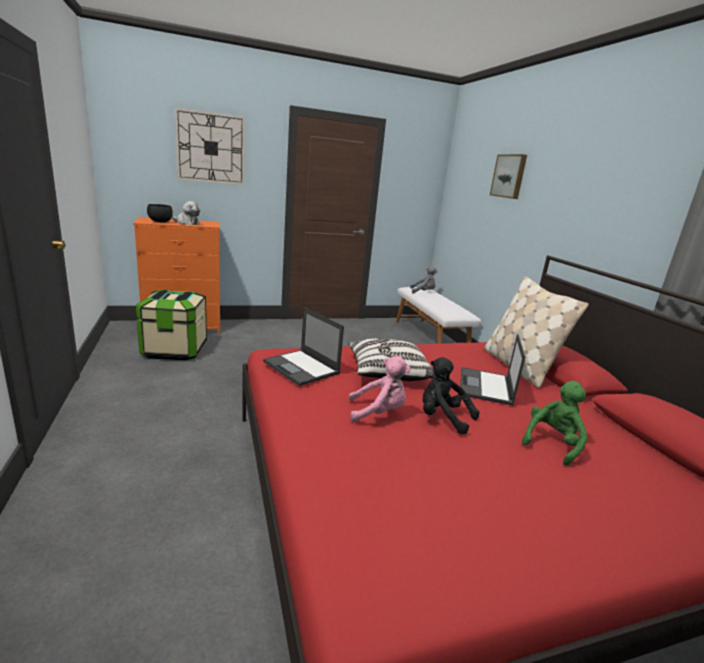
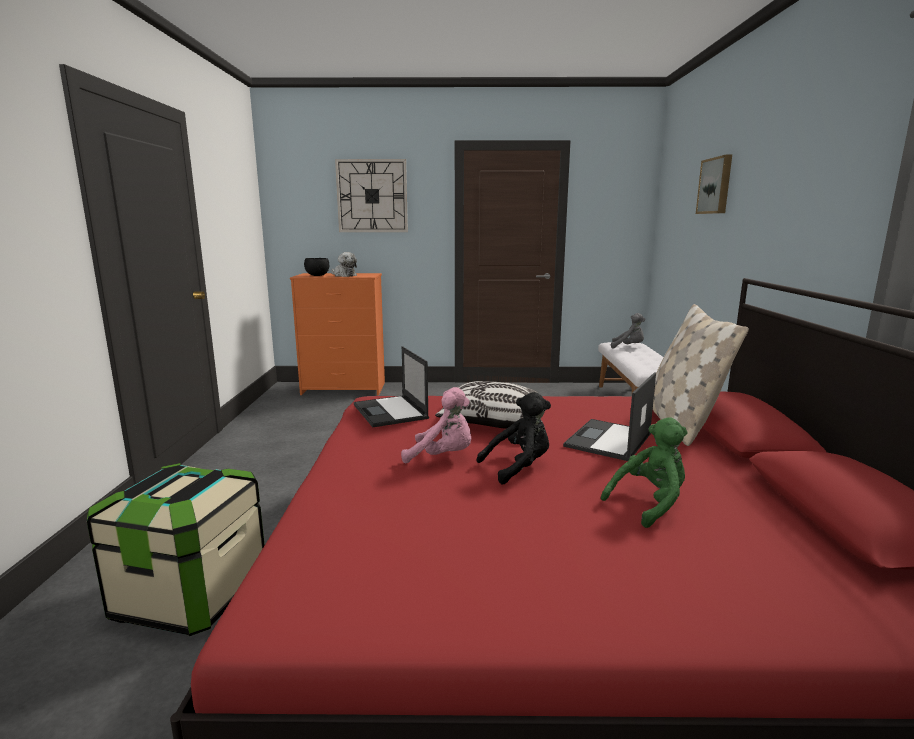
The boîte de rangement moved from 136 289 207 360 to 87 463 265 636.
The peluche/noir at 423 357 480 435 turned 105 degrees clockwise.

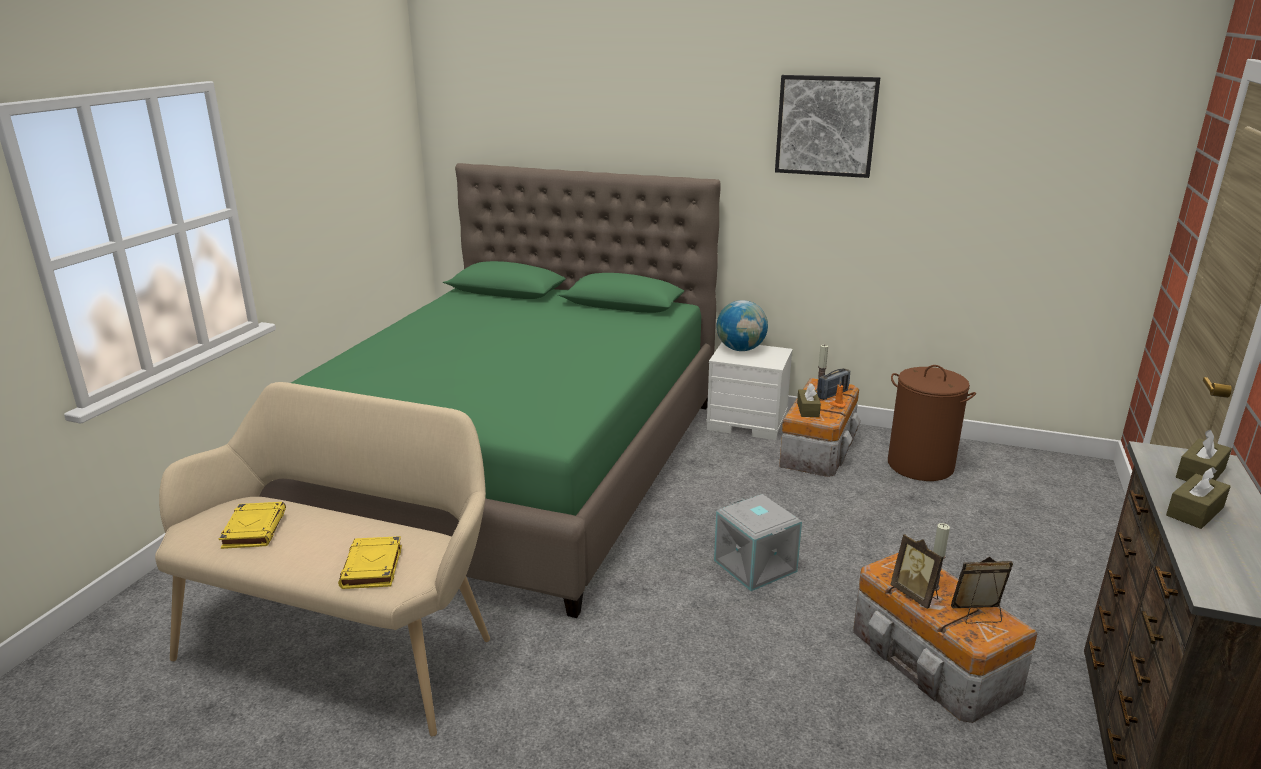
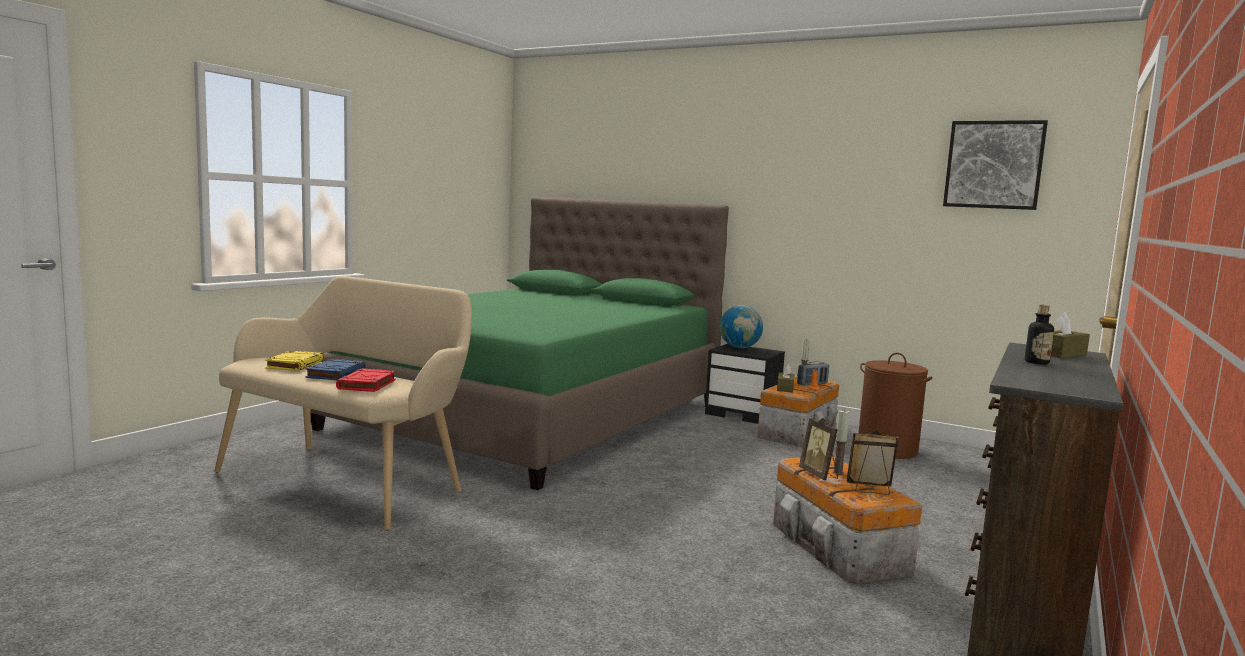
The livre/jaune at 338 536 402 589 became the livre/rouge at 336 368 396 392.
The table de chevet/blanc at 706 342 793 440 became the table de chevet/noir at 705 344 785 424.
The boîte de rangement/gris at 714 494 802 591 disappeared.
The tableau moved from 775 75 880 178 to 943 120 1048 210.
The boîte à mouchoirs/marron at 1166 467 1231 529 was replaced by the bouteille at 1025 305 1054 365.
The livre/bleu at 305 359 366 380 appeared.

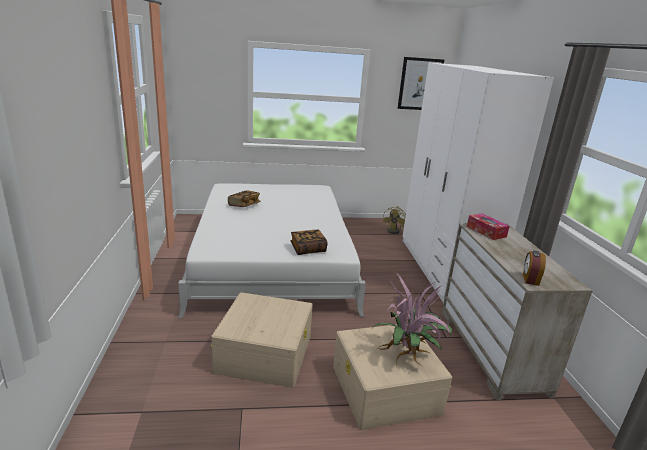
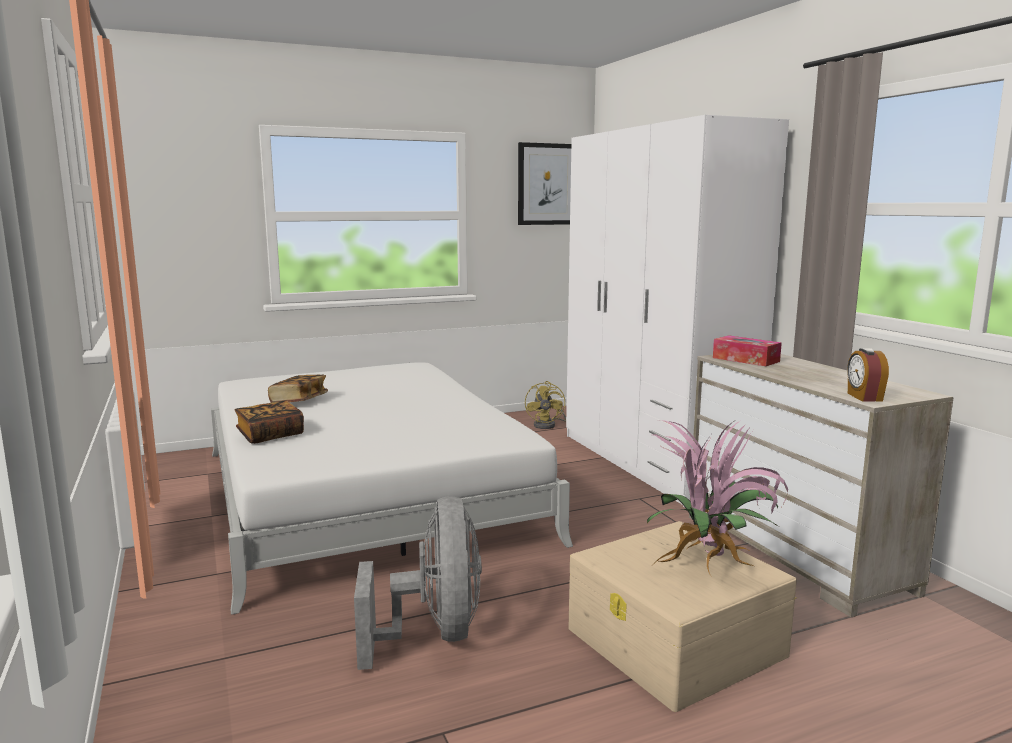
The boîte de rangement/beige at 211 292 313 388 was replaced by the ventilateur/gris at 354 496 482 670.
The livre moved from 291 230 328 255 to 234 401 304 444.

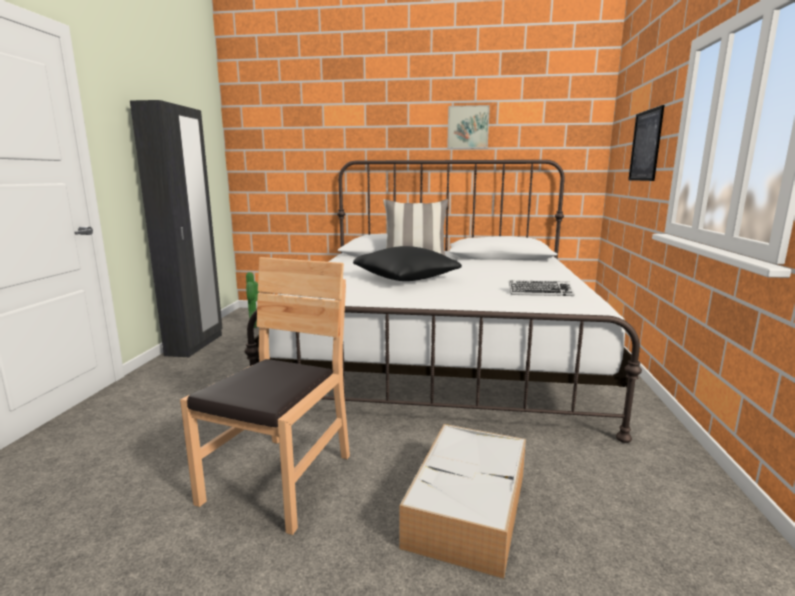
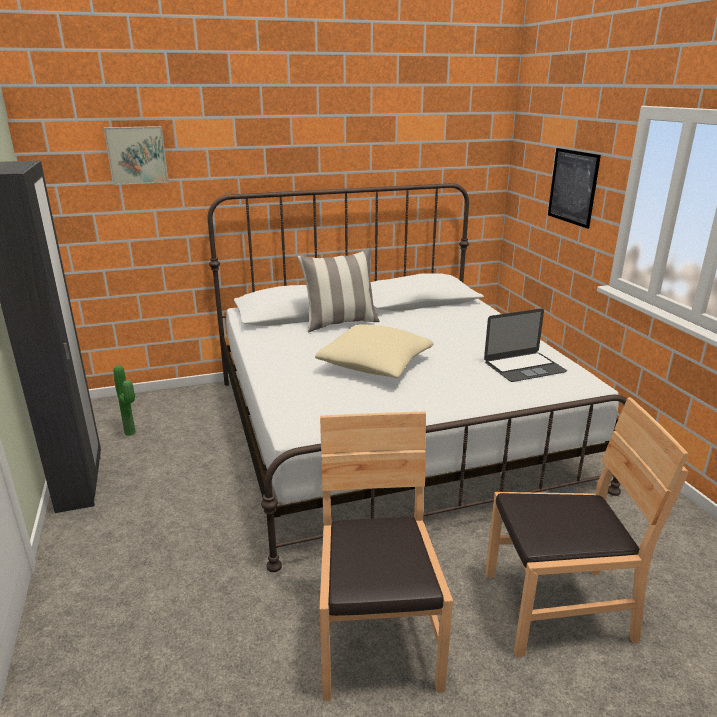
The coussin/noir at 353 246 462 281 became the coussin/beige at 315 324 434 378.
The boîte de rangement at 400 424 526 579 was replaced by the chaise/marron at 485 397 689 657.
The tableau moved from 447 105 490 149 to 104 126 169 185.
The clavier at 509 280 575 296 was replaced by the ordinateur portable at 484 309 567 382.

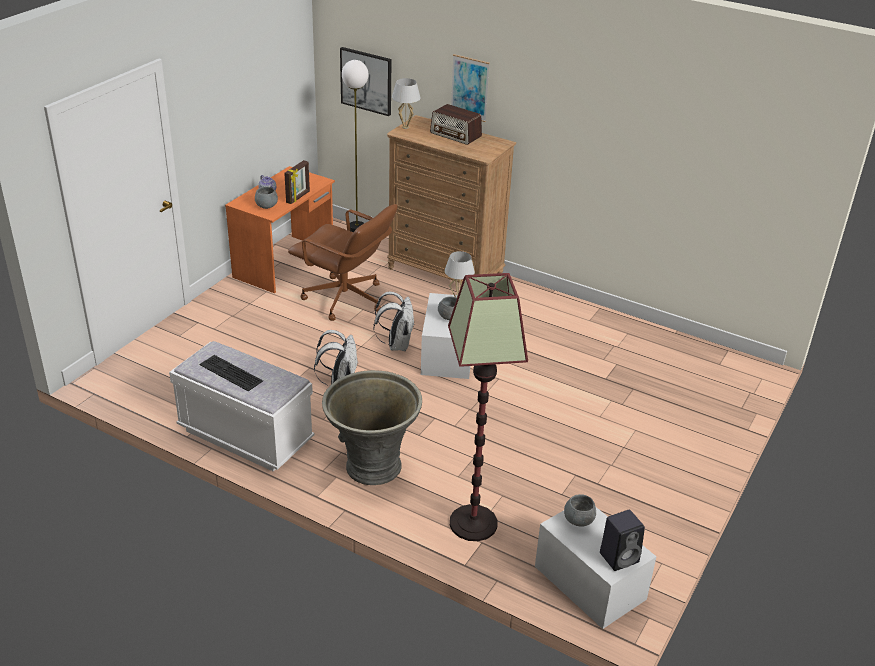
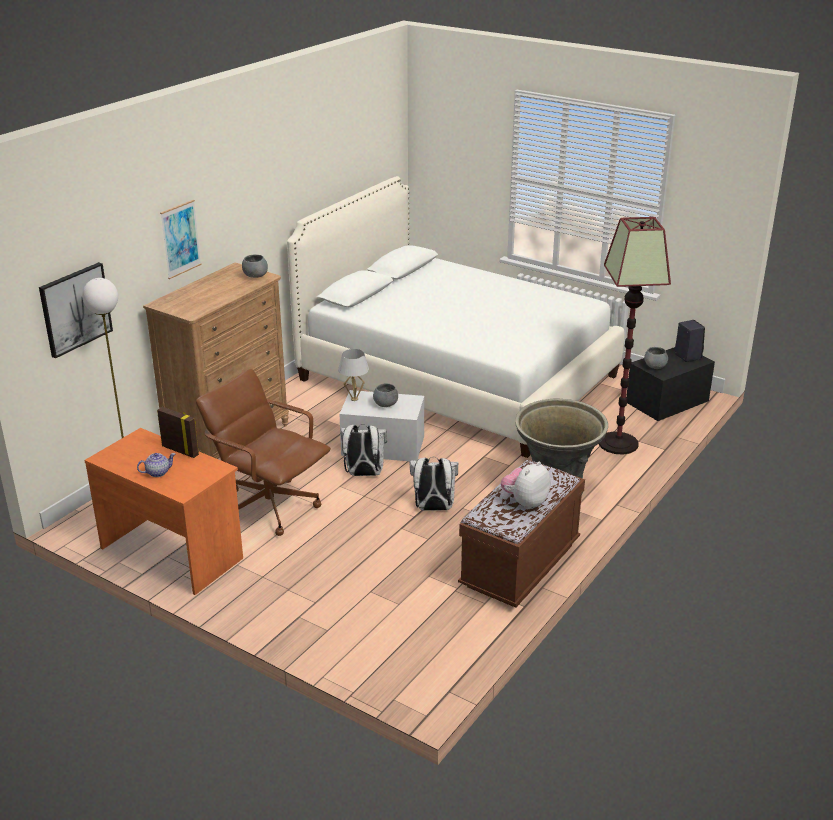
The banc/blanc at 169 341 315 472 became the banc/marron at 458 460 585 608.
The clavier at 199 355 263 391 was replaced by the peluche at 501 461 550 509.
The bol/gris moved from 255 187 278 209 to 242 255 268 278.
The chaise de bureau/marron at 288 204 398 321 turned 90 degrees counterclockwise.
The lampe de table/blanc at 392 78 421 129 disappeared.
The radio at 430 104 482 145 disappeared.
The boîte de rangement/blanc at 535 506 657 629 became the boîte de rangement/noir at 626 347 715 421.
The lit/blanc at 287 176 624 458 appeared.

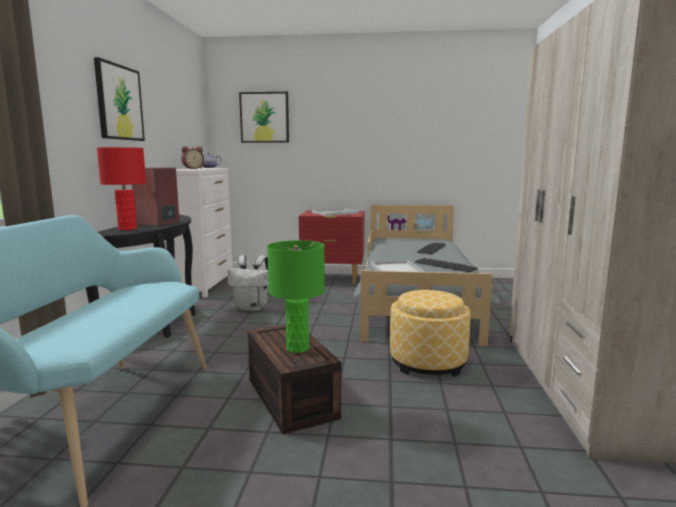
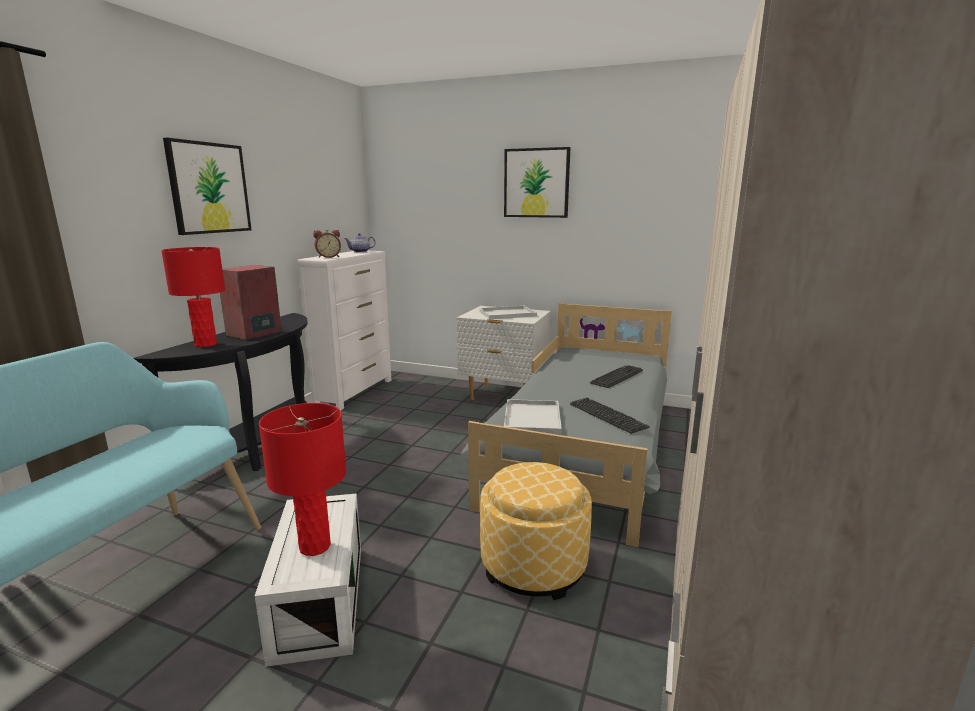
The sac à dos/blanc at 228 255 269 311 disappeared.
The tableau moved from 239 92 289 143 to 504 147 571 218.
The boîte de rangement/marron at 247 325 341 434 became the boîte de rangement/blanc at 255 493 361 667.
The lampe de table/vert at 267 240 325 353 became the lampe de table/rouge at 259 403 346 556.
The table de chevet/rouge at 299 210 365 285 became the table de chevet/blanc at 457 306 551 400.

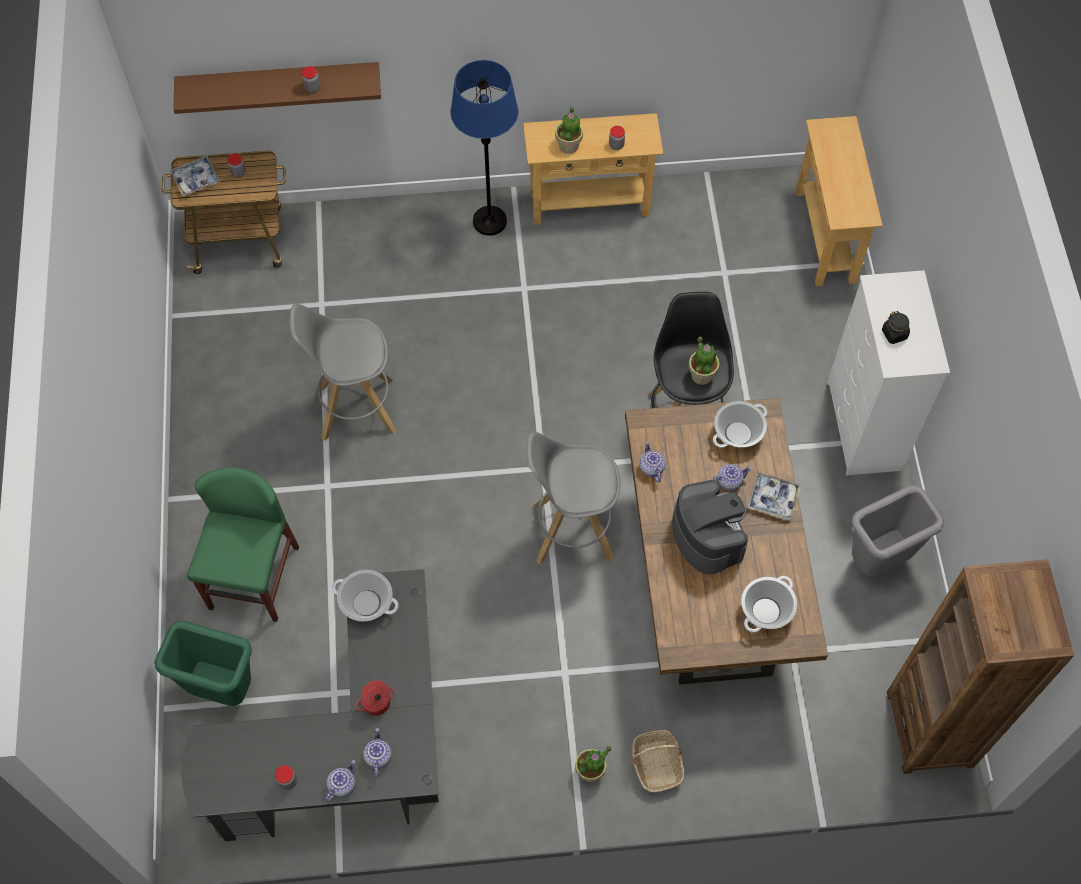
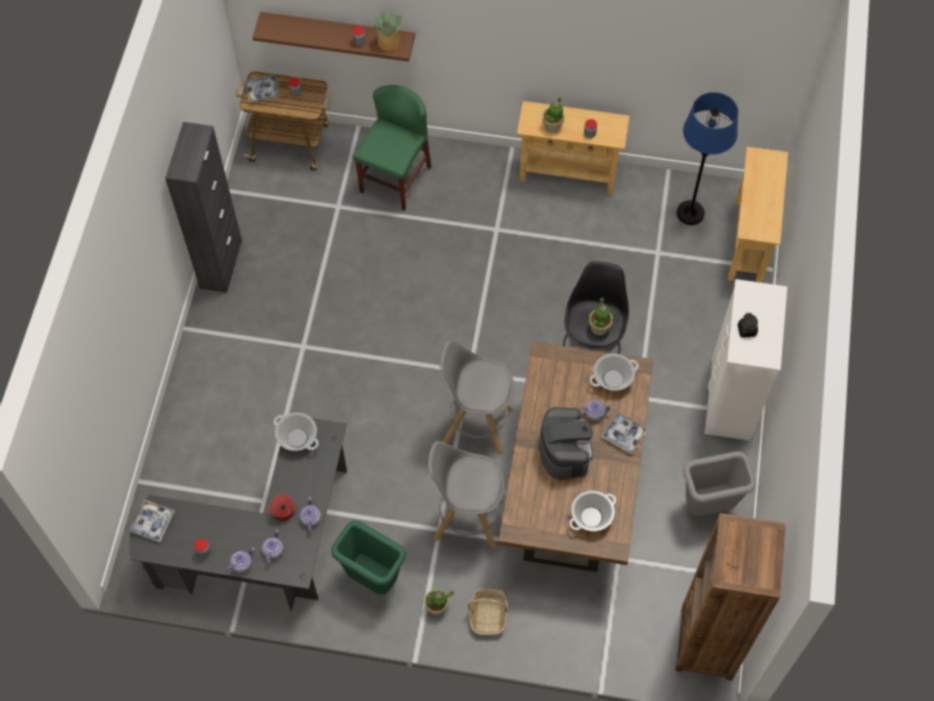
The poubelle/vert moved from 155 620 252 706 to 331 520 406 595.
The chaise/vert moved from 187 467 299 622 to 353 85 431 211.
The tabouret/gris moved from 289 304 397 441 to 428 441 505 550.
The lampadaire/bleu moved from 451 60 518 236 to 677 92 738 225.
The théière moved from 639 441 666 482 to 300 497 321 532.
The plateau at 129 500 175 542 appeared.
The meuble de rangement/noir at 165 122 242 293 appeared.
The plante en pot at 374 10 402 51 appeared.

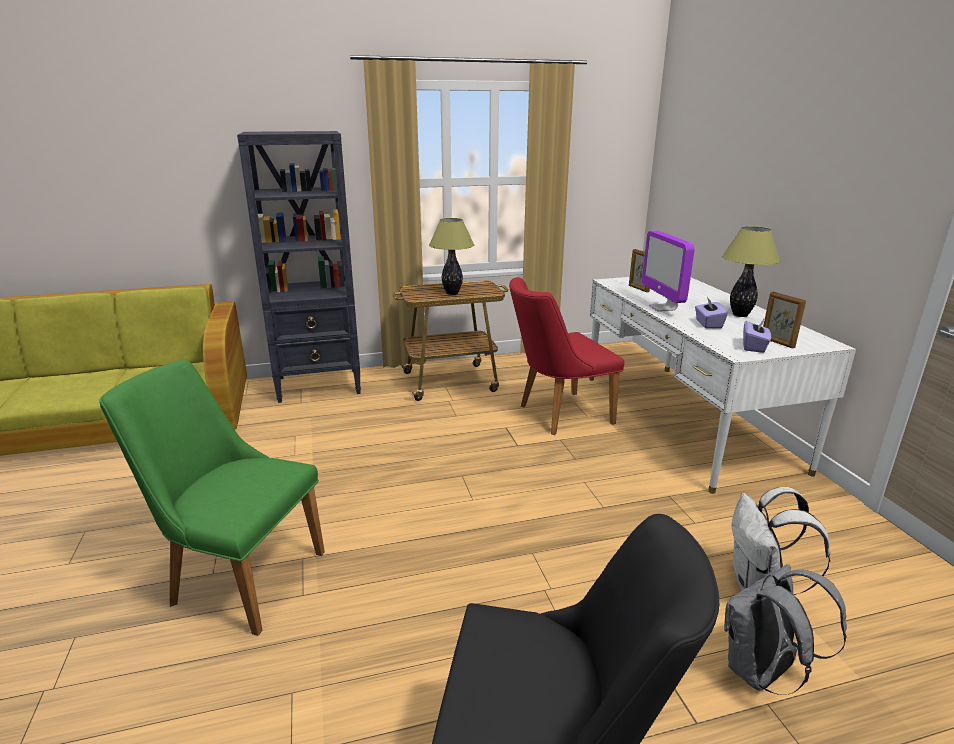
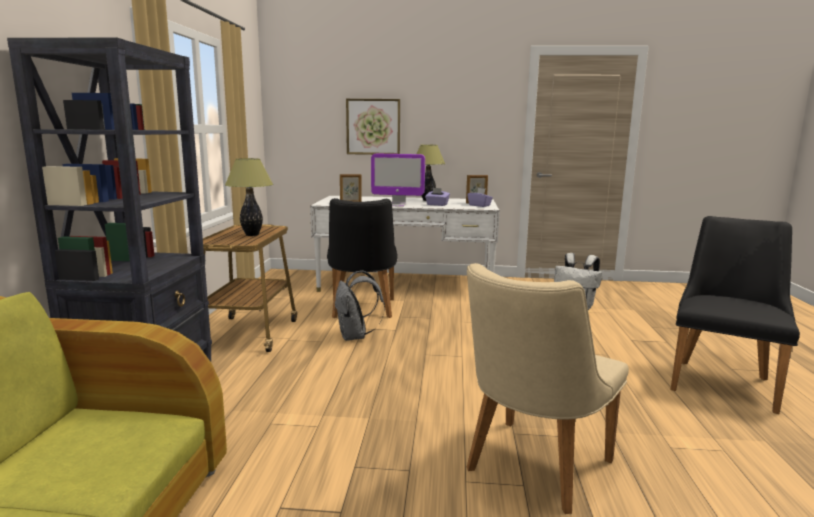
The chaise/vert at 99 360 325 636 became the chaise/beige at 467 263 629 514.
The chaise/rouge at 509 277 624 435 became the chaise/noir at 327 198 398 318.
The sac à dos/gris moved from 724 564 847 695 to 335 270 385 341.
The tableau at 346 99 400 155 appeared.

